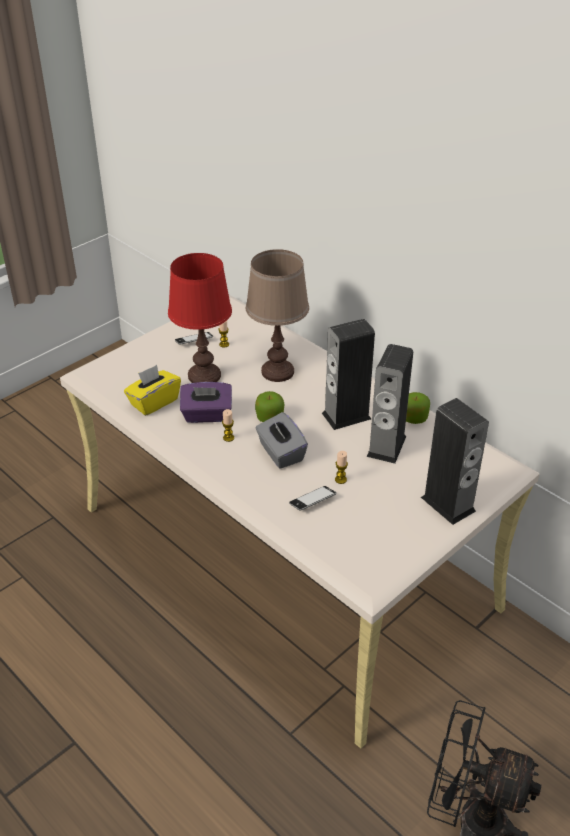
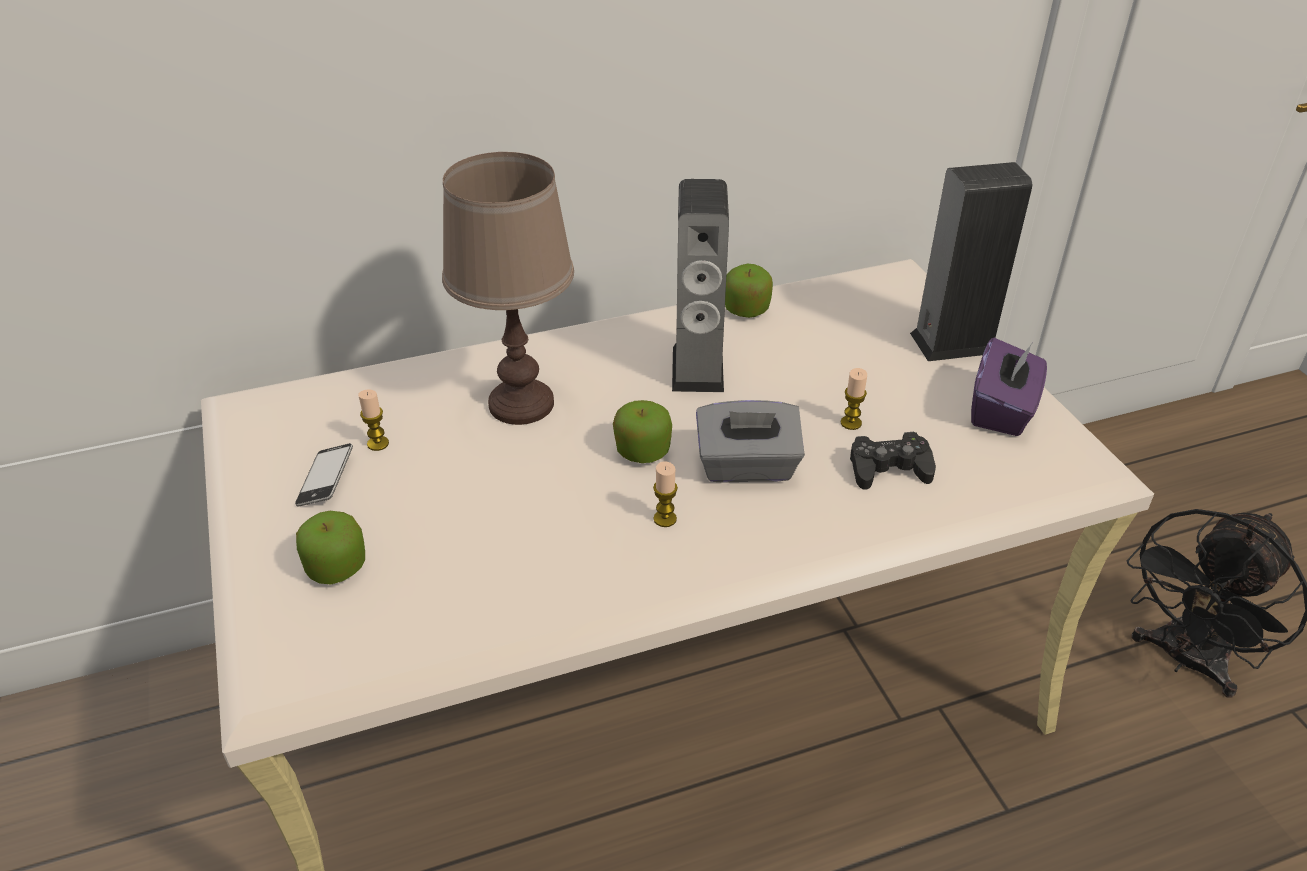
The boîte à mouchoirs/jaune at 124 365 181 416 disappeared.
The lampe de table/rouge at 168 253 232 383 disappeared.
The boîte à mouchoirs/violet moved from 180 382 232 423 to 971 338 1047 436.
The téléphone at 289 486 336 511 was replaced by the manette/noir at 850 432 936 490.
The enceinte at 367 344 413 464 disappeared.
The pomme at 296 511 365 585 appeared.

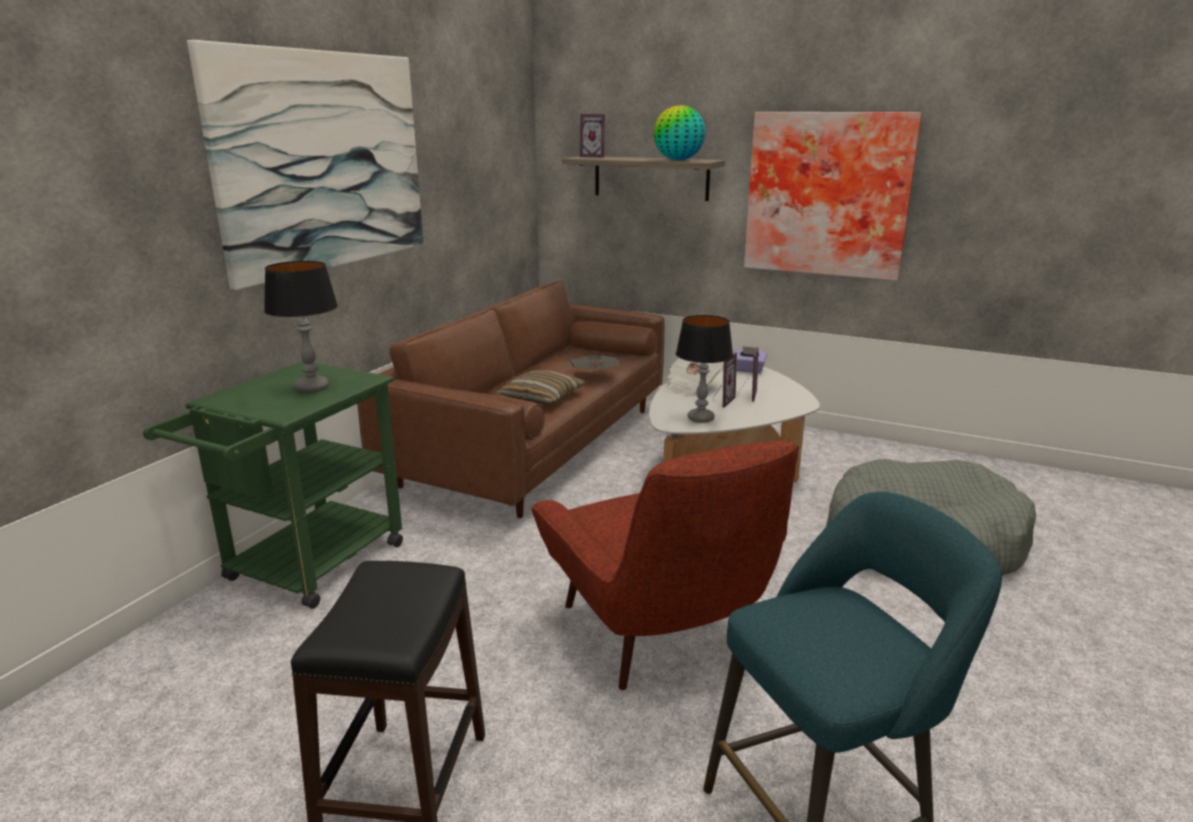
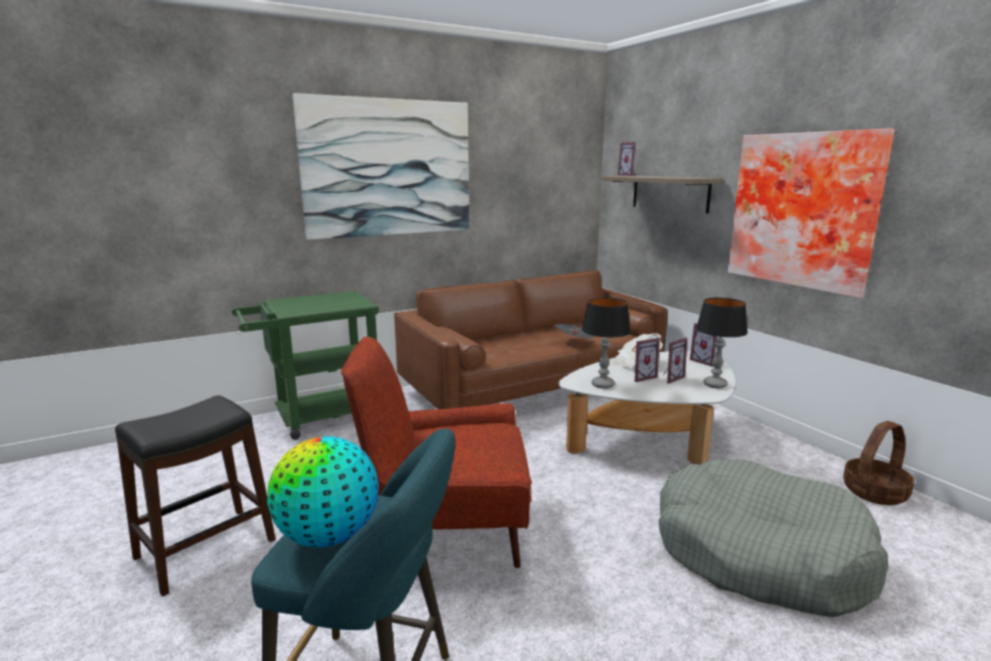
The lampe de table moved from 264 261 338 393 to 696 298 747 388.
The coussin at 496 370 585 404 disappeared.
The fauteuil/rouge at 531 441 799 690 turned 75 degrees clockwise.
The globe moved from 654 105 706 160 to 267 436 379 547.
The boîte à mouchoirs/violet at 734 346 767 373 was replaced by the cadre photo at 690 323 717 367.
The panier at 843 421 914 505 appeared.

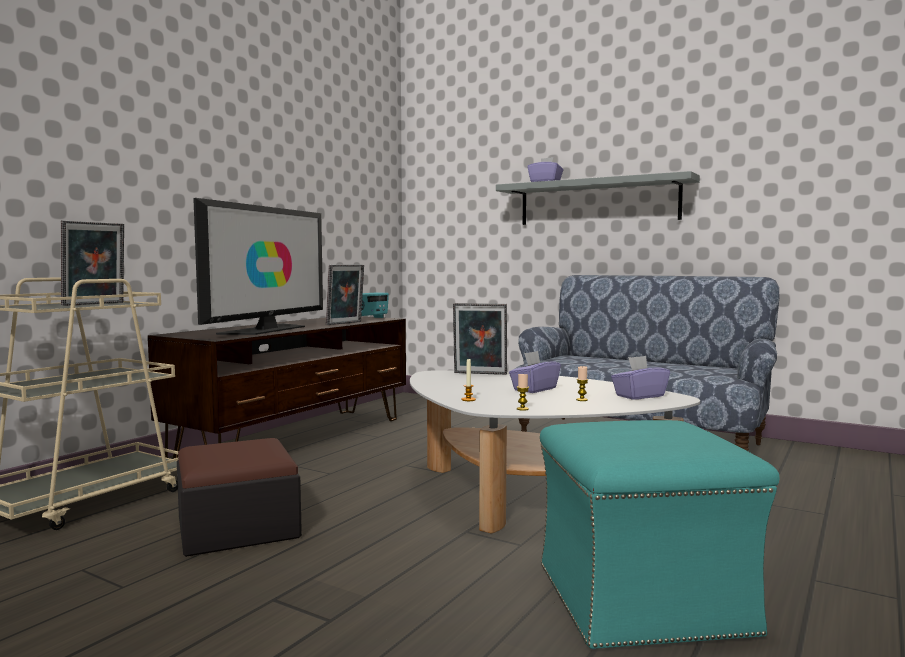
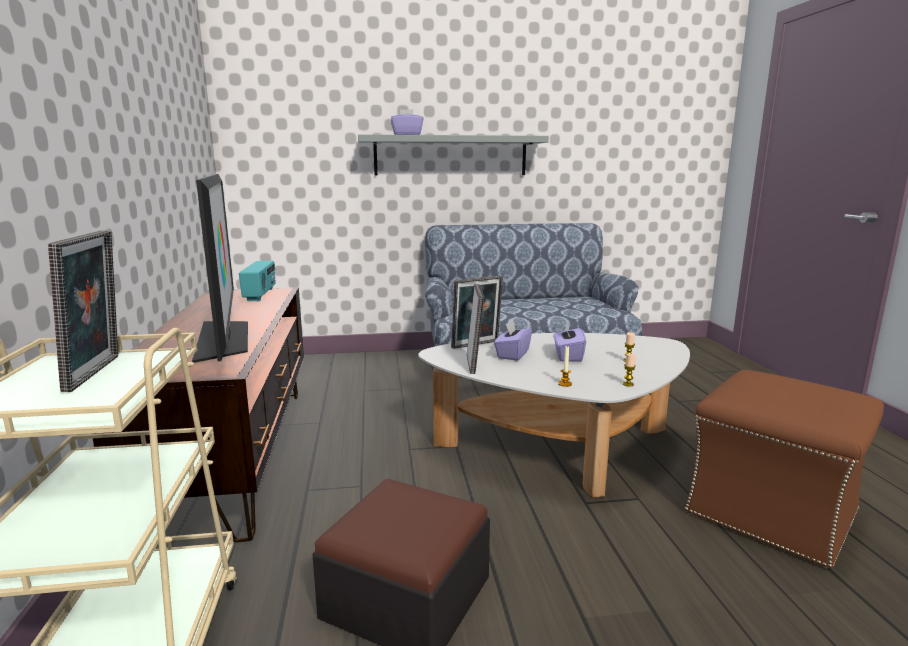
The cadre photo moved from 326 264 364 325 to 467 284 484 374.
The pouf/turquoise at 540 420 780 650 became the pouf/marron at 685 370 884 569.
The boîte à mouchoirs/violet moved from 611 356 670 400 to 494 320 532 361.

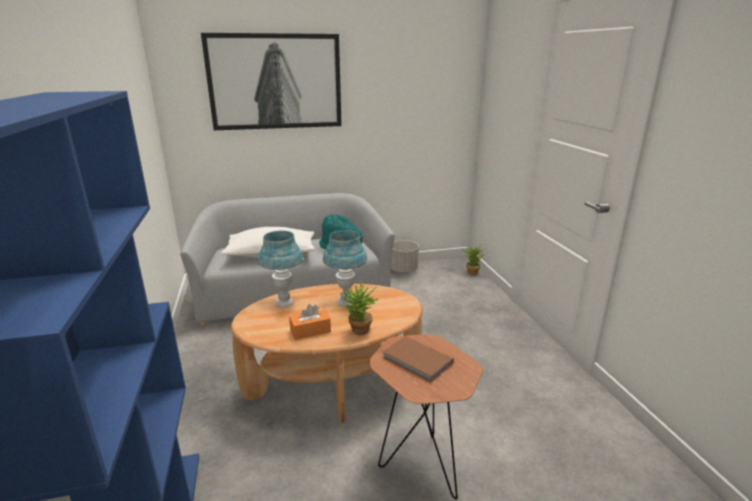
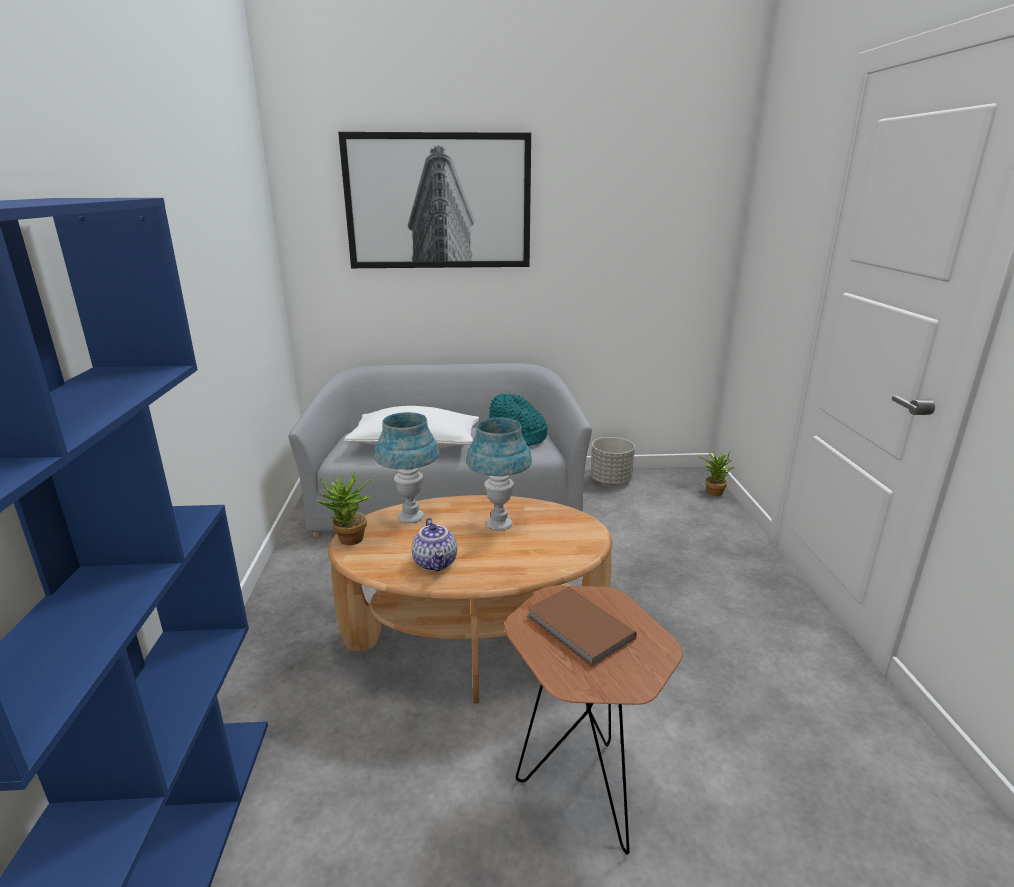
The boîte à mouchoirs/orange at 289 304 331 340 was replaced by the théière at 412 518 457 571.
The plante en pot moved from 343 281 379 335 to 317 470 371 545.

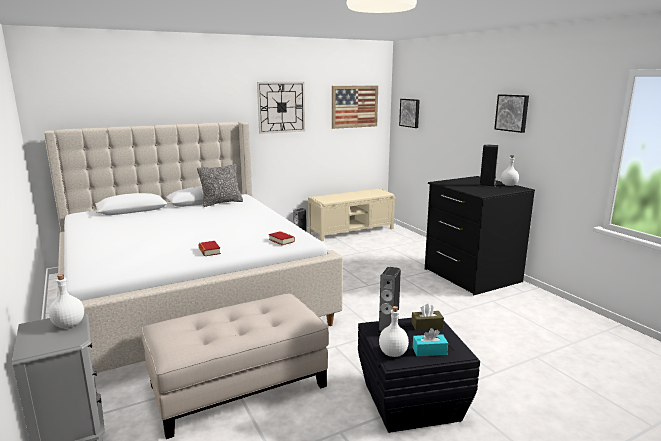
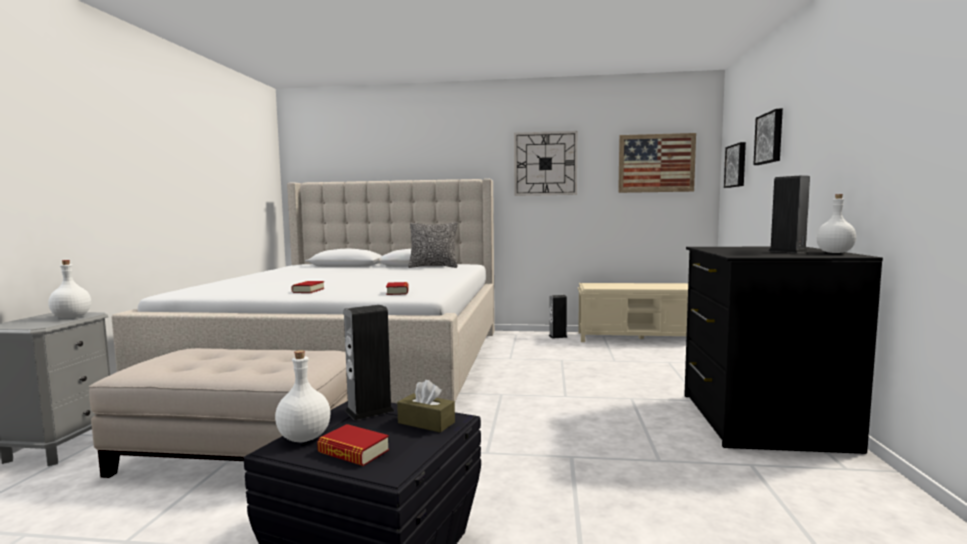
The boîte à mouchoirs/turquoise at 413 328 448 356 was replaced by the livre at 317 424 389 466.
The tableau moved from 494 94 529 133 to 753 109 783 165.

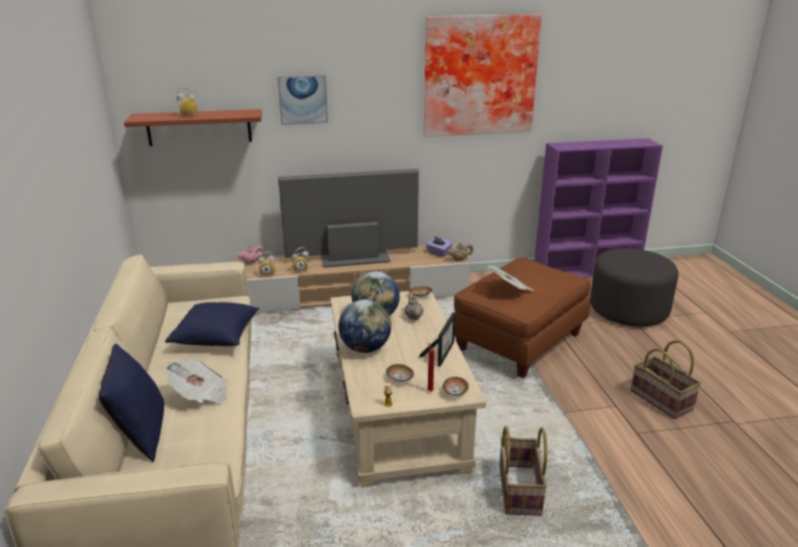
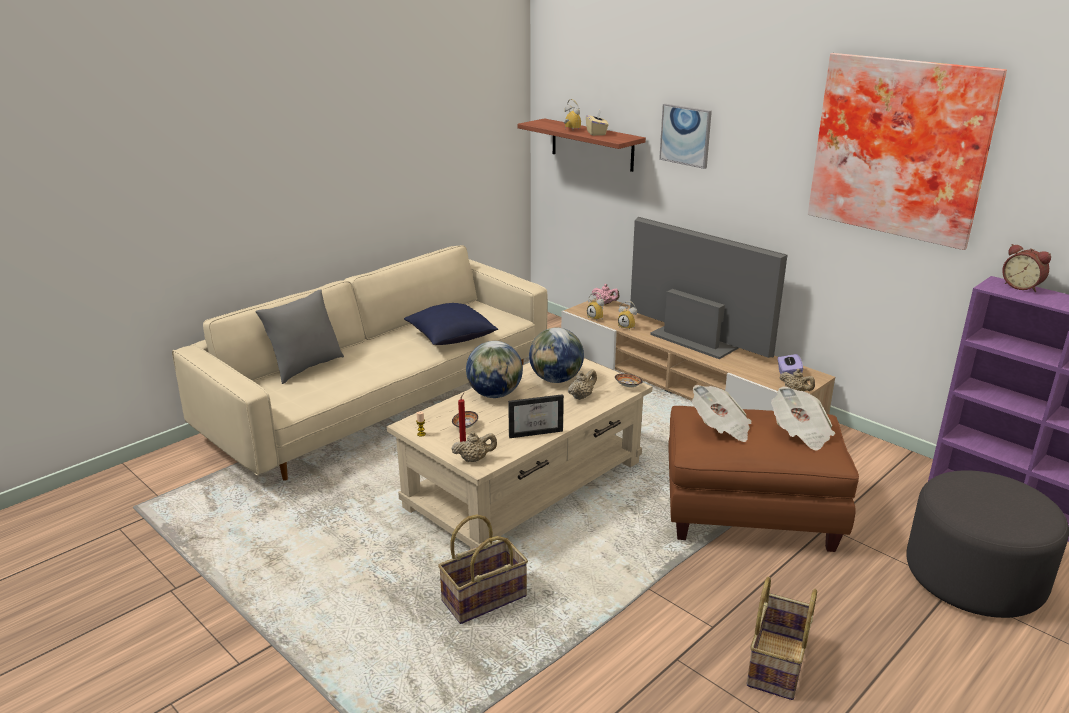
The coussin/bleu at 99 344 164 462 became the coussin/gris at 255 289 344 384.
The journal moved from 166 359 228 404 to 771 386 835 451.
The bol at 443 377 469 396 was replaced by the théière/beige at 451 431 497 462.
The boîte à mouchoirs/beige at 586 110 609 136 appeared.
The réveil at 1002 244 1051 292 appeared.

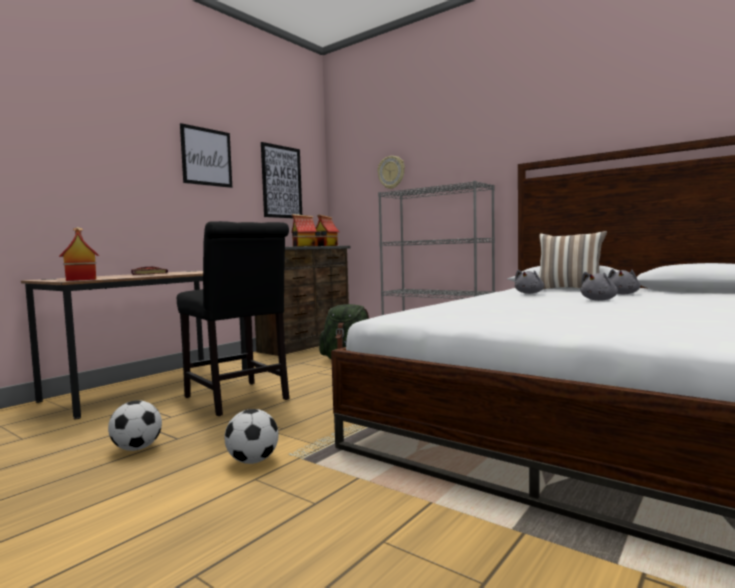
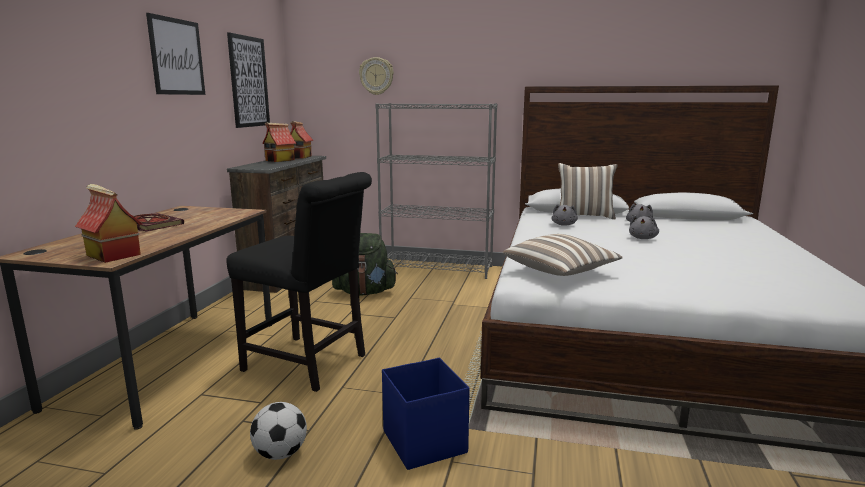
The ballon de foot at 224 409 279 464 was replaced by the boîte de rangement/bleu at 382 358 470 470.
The coussin at 503 234 623 276 appeared.

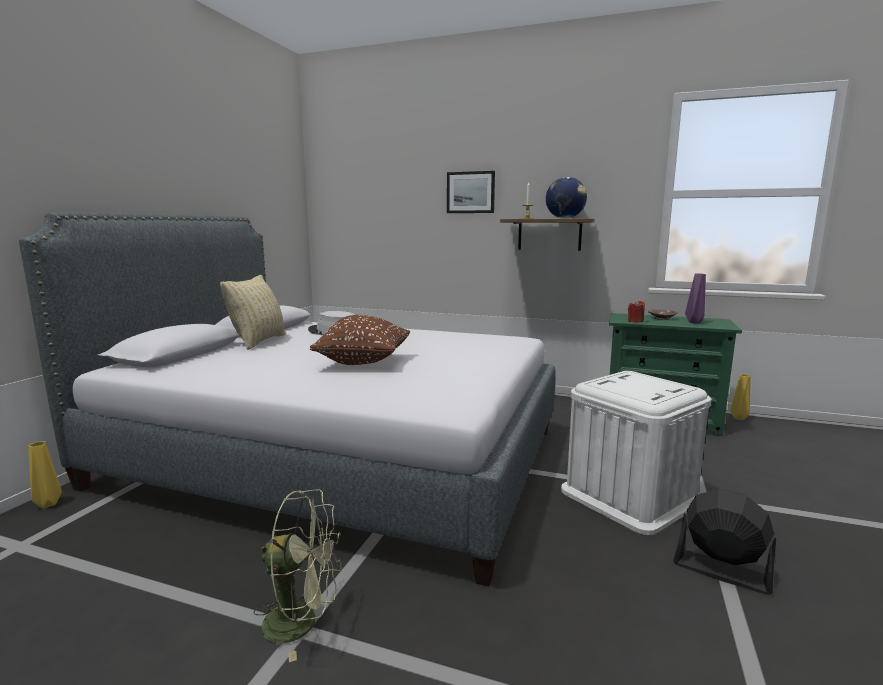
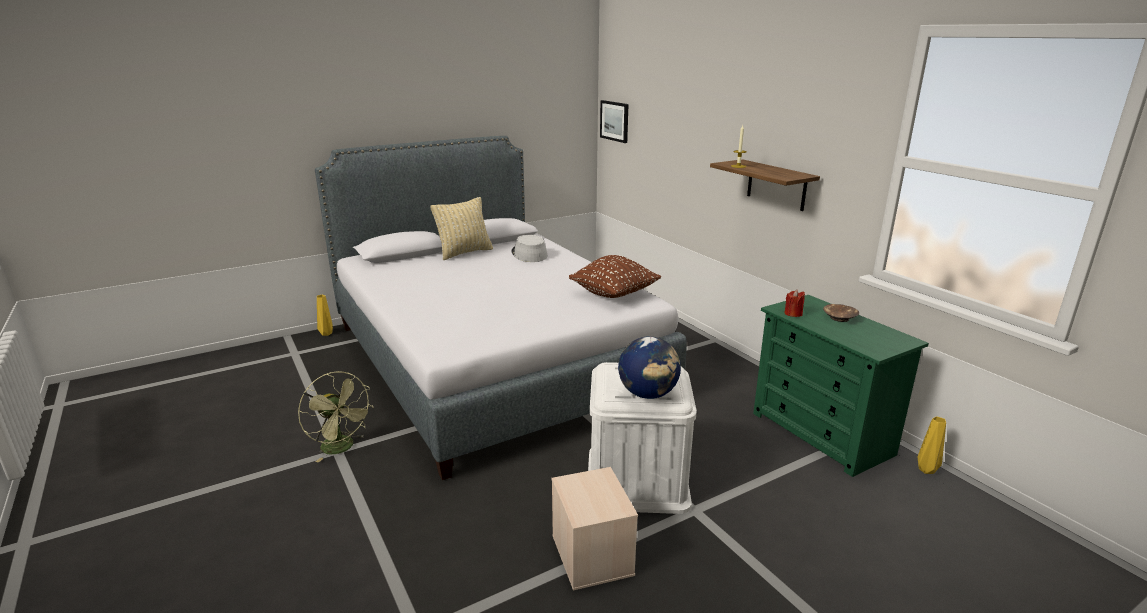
The coussin/marron moved from 310 315 410 365 to 569 255 661 298.
The tableau moved from 447 171 495 213 to 600 100 629 143.
The globe moved from 546 177 587 219 to 618 336 681 399.
The ventilateur/noir at 673 489 776 595 was replaced by the boîte de rangement/beige at 552 467 638 591.
The vase/violet at 685 274 706 323 disappeared.

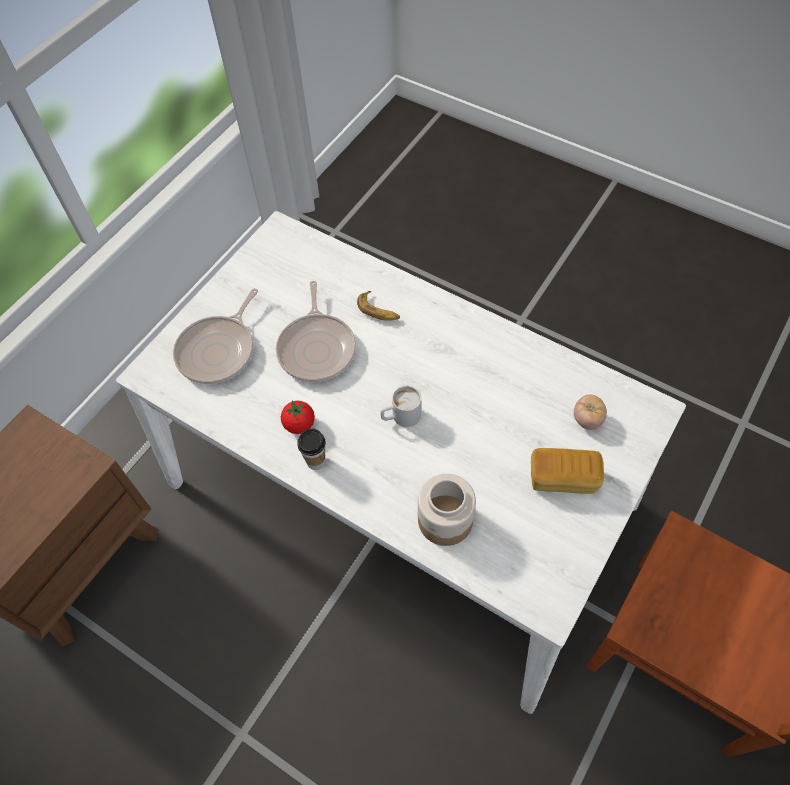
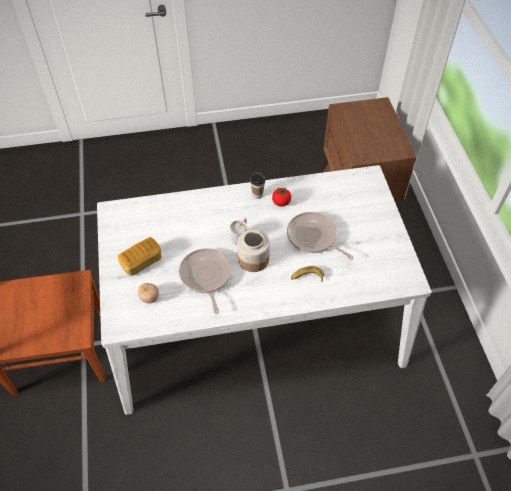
The poêle moved from 173 289 258 384 to 179 248 232 314.
The bocal moved from 418 474 476 546 to 237 230 270 272.

